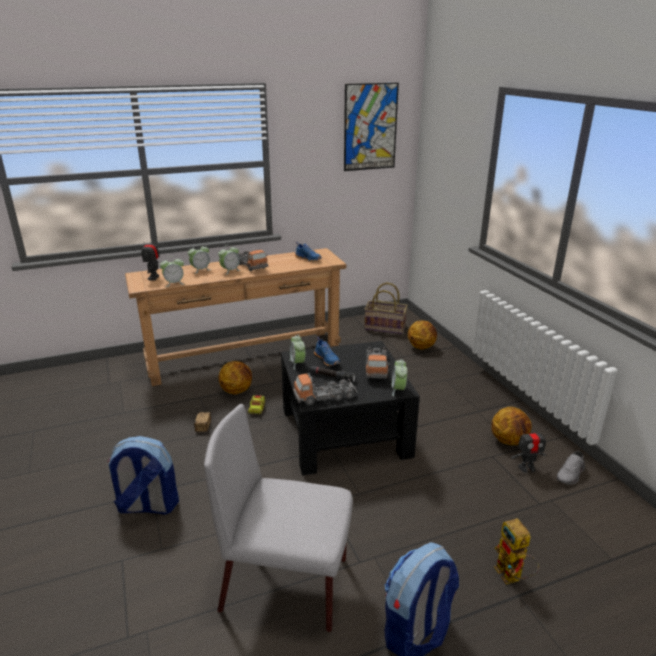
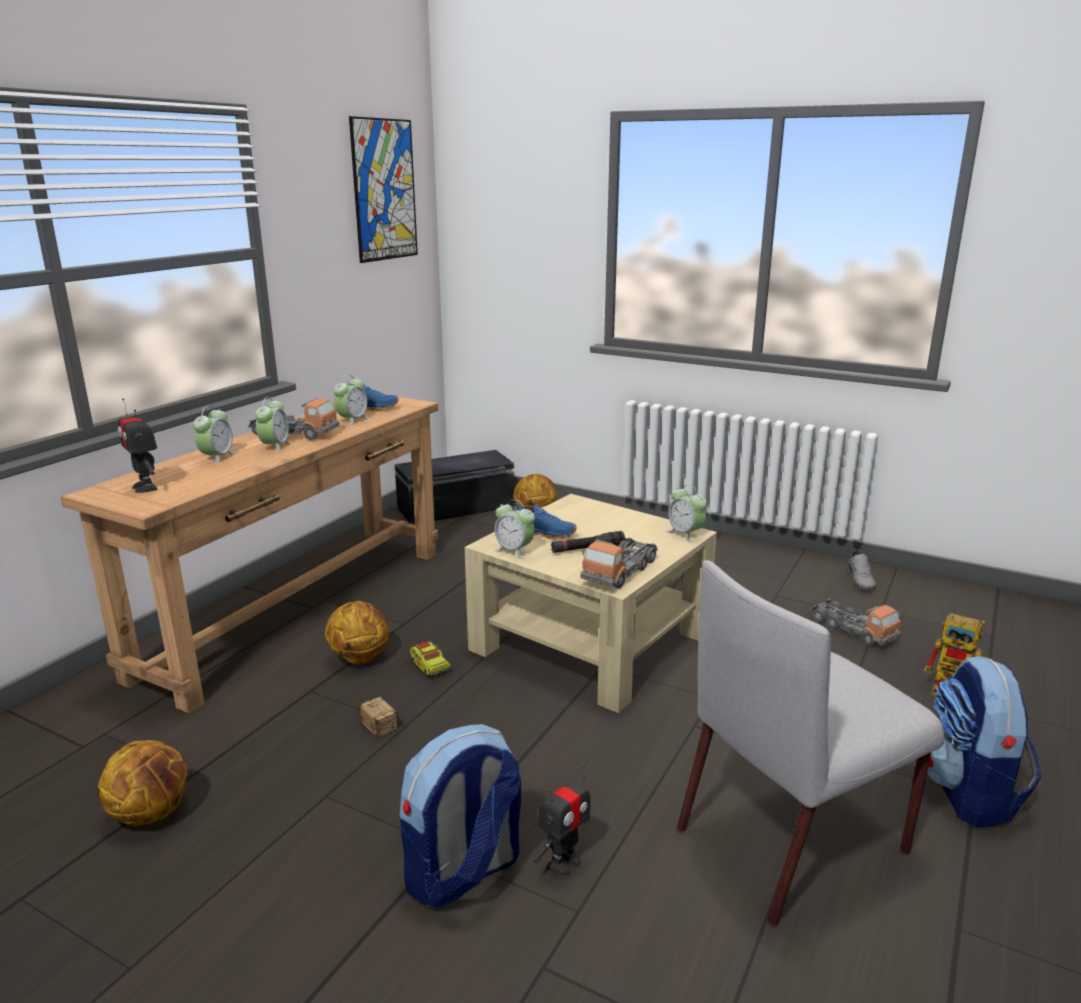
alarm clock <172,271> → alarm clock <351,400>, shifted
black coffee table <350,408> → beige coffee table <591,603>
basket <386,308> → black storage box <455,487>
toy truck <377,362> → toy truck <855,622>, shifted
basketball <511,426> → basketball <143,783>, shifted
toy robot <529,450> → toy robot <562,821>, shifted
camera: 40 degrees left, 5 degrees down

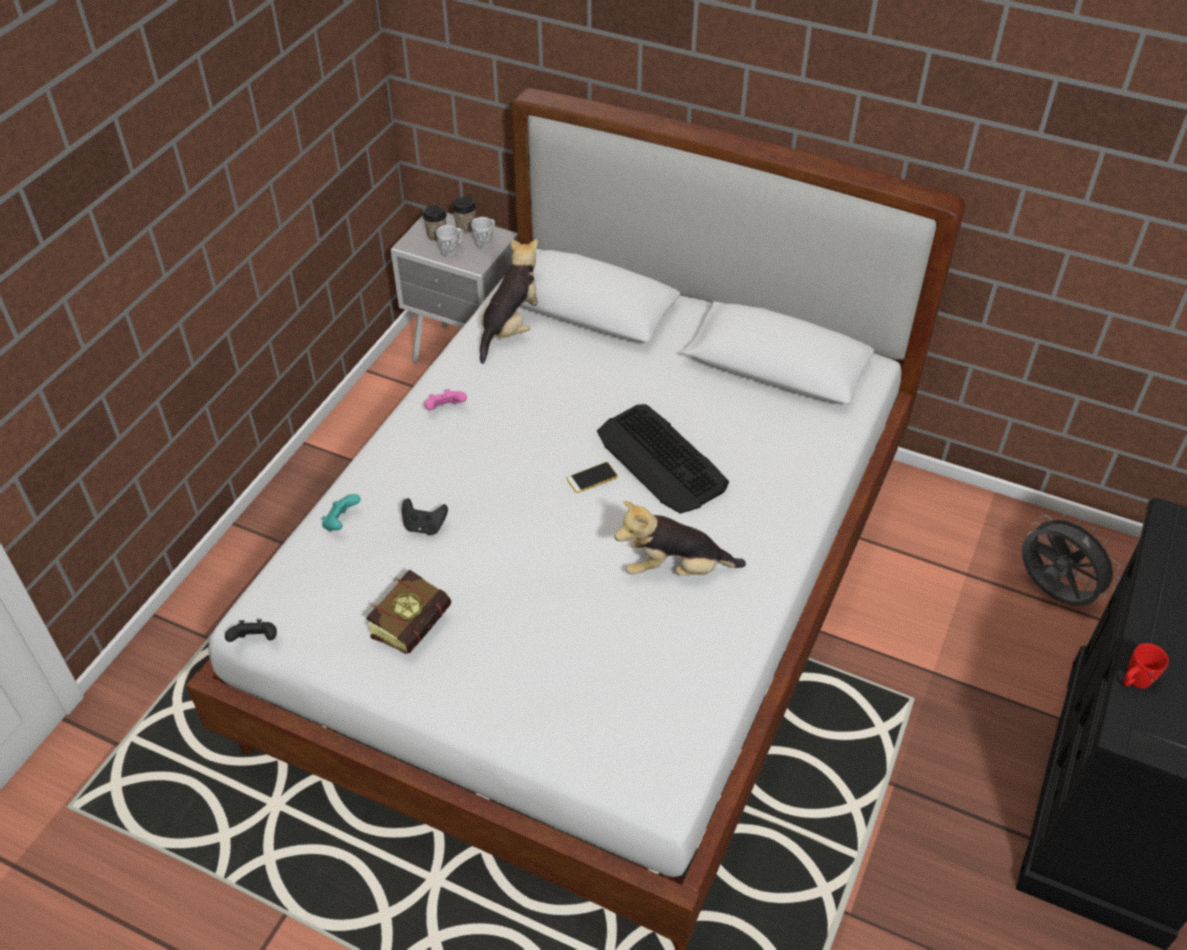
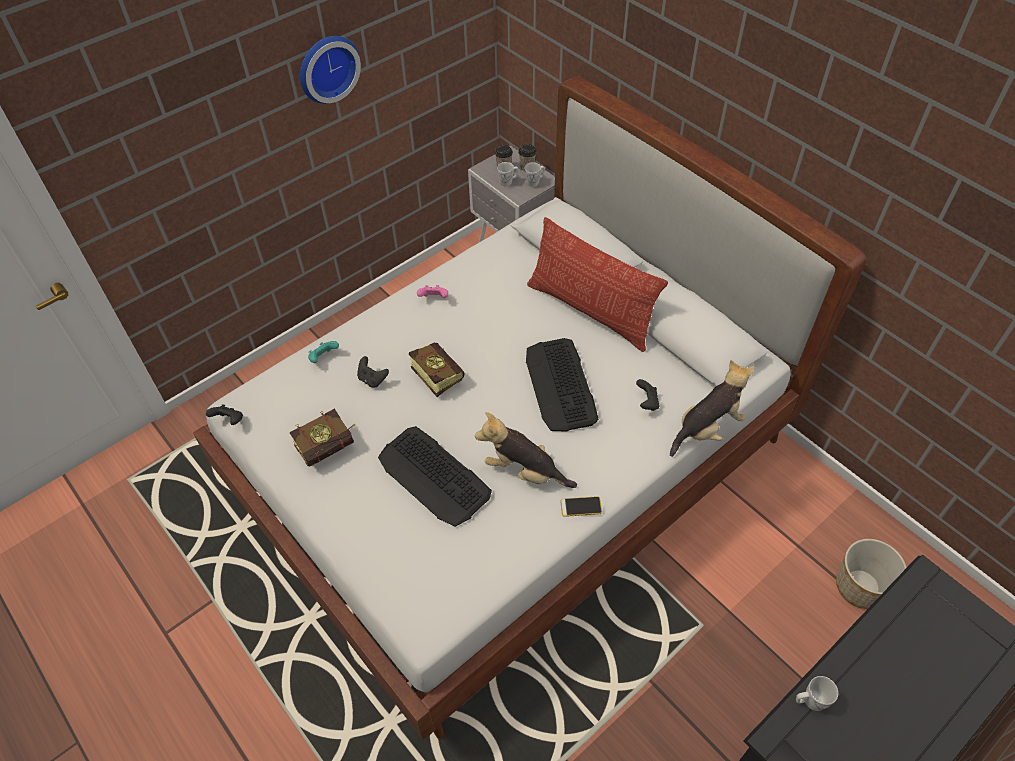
plush toy <509,301> → plush toy <712,408>, shifted
phone <592,477> → phone <581,506>, shifted
grey fan <1071,559> → planter <871,574>
red mug <1146,665> → white mug <817,693>
- → wall clock <330,70>
- → keyboard <435,476>
- → book <437,370>
- → pillow <597,284>
- → black game controller <647,395>
camera: 25 degrees right, 5 degrees up

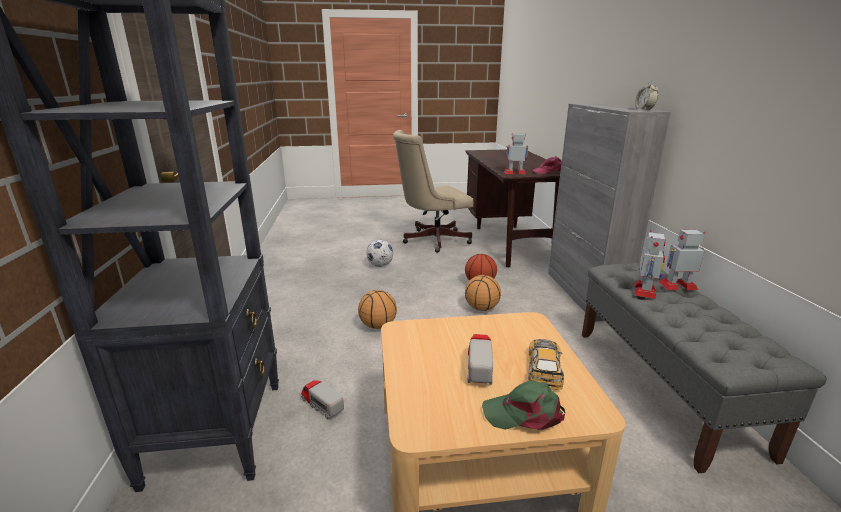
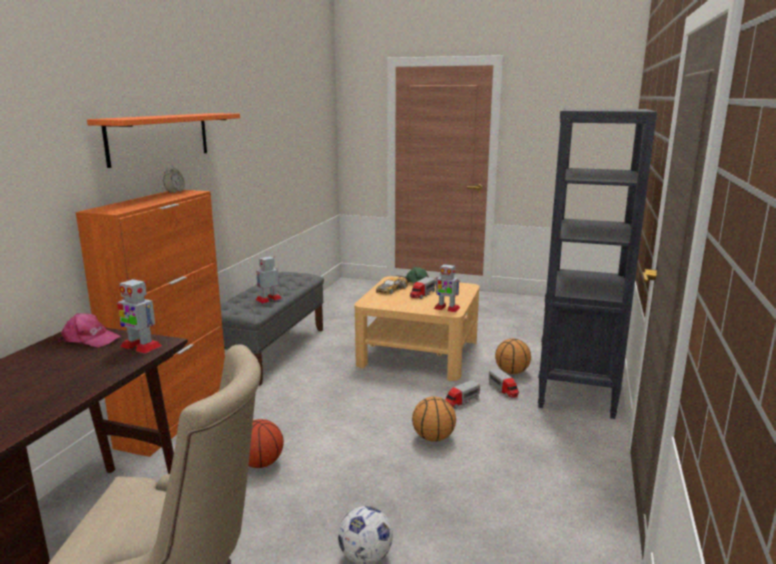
basketball <483,293> → basketball <513,356>, shifted
grey cabinet <609,212> → orange cabinet <150,323>
toy robot <682,260> → toy robot <447,287>, shifted
- → orange shelf <163,140>
- → toy truck <462,394>
camera: 155 degrees left, 5 degrees down

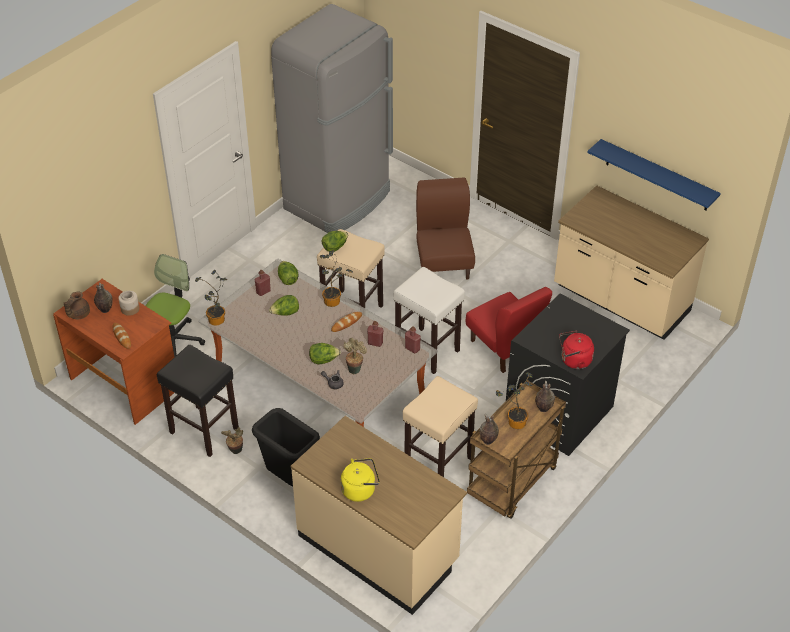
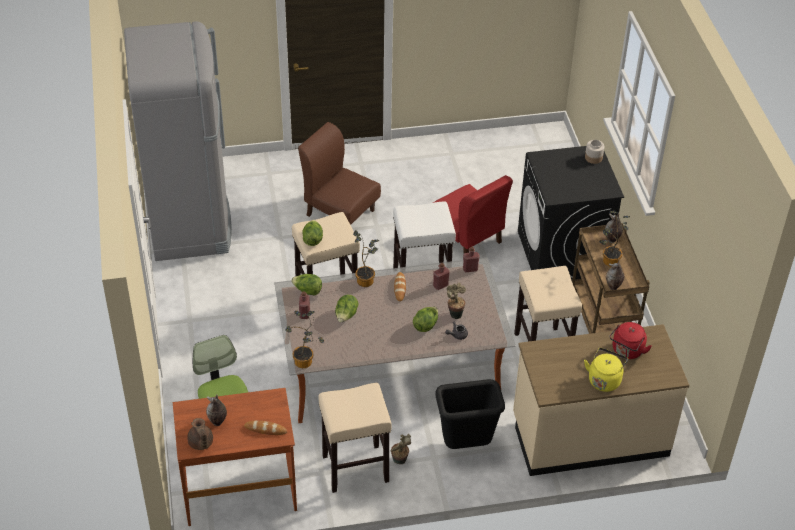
jar <129,303> → jar <595,152>, shifted
black stool <198,401> → beige stool <355,438>
red chair <509,330> → red chair <473,214>, 45 degrees clockwise
beige counter <631,262> → -
red kettle <576,350> → red kettle <631,340>, shifted
blue shelf <654,175> → -
camera: 50 degrees left, 0 degrees up

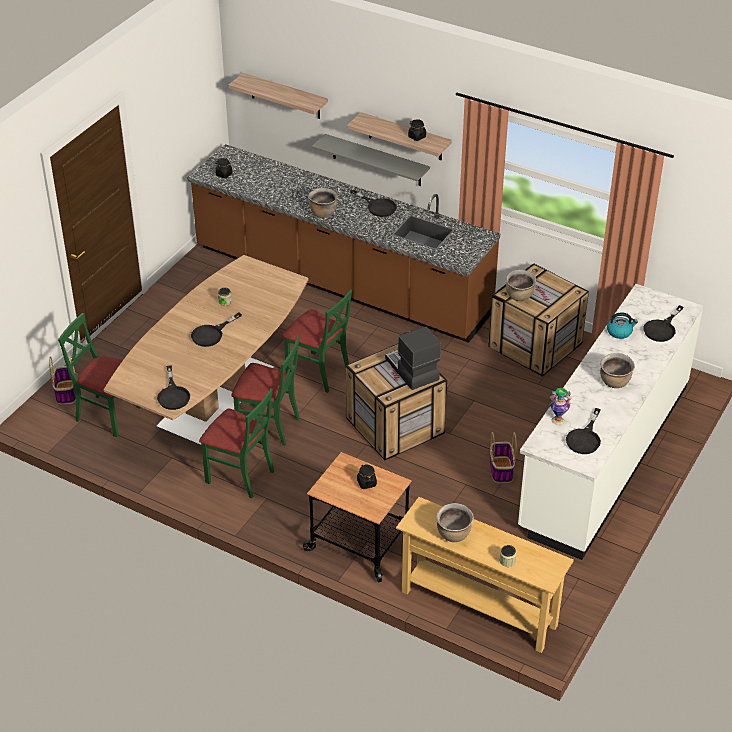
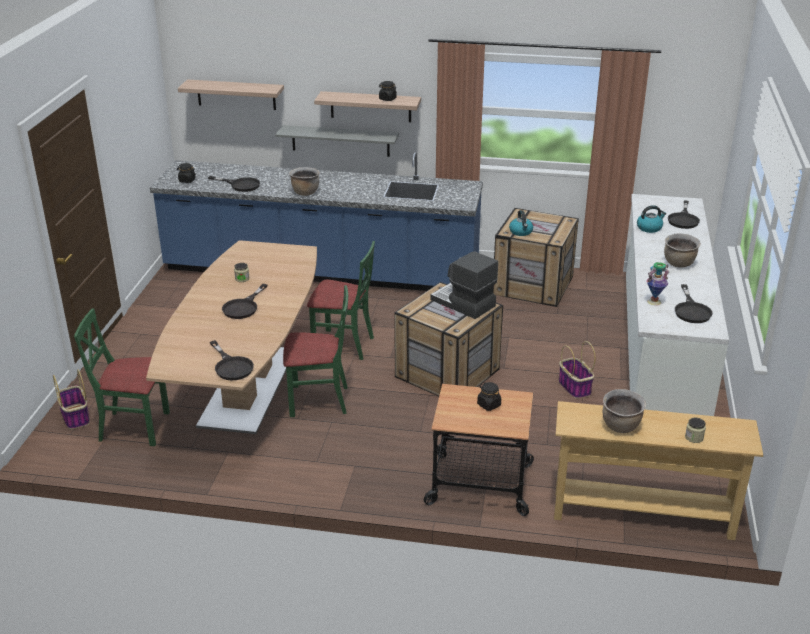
brown counter <343,243> → blue counter <316,221>
green chair <236,443> → -
black frying pan <373,203> → black frying pan <234,184>, shifted
brown cooking pot <521,285> → kettle <521,223>
camera: 20 degrees left, 10 degrees down

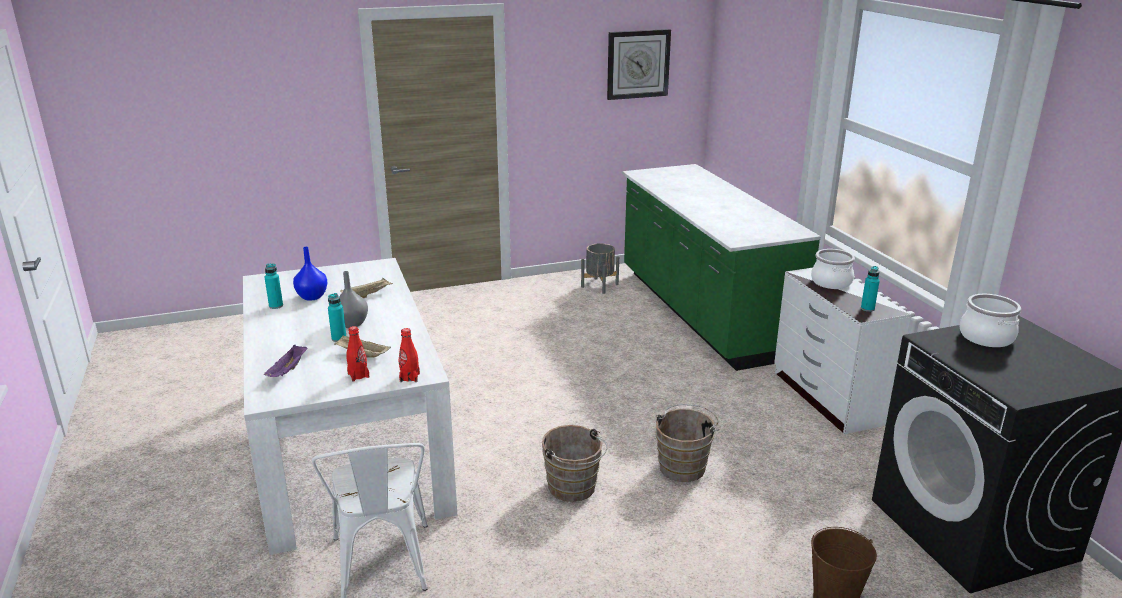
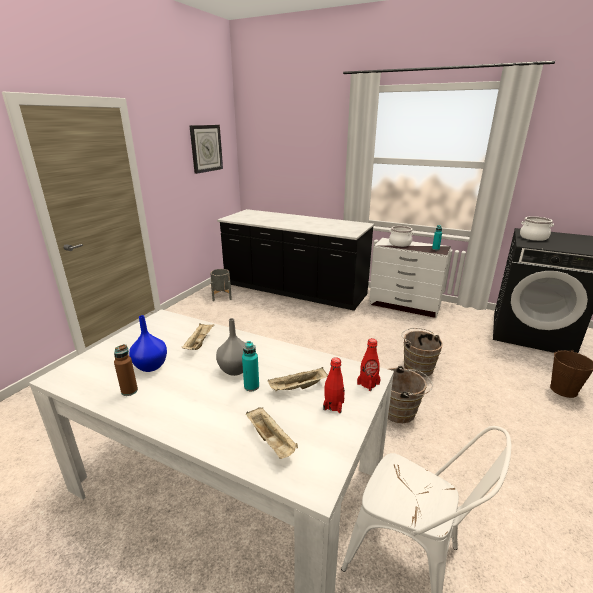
turquoise bottle <273,286> → brown bottle <126,370>
purple tray <285,361> → beige tray <272,433>
green counter <721,267> → black counter <295,260>
camera: 45 degrees left, 0 degrees up

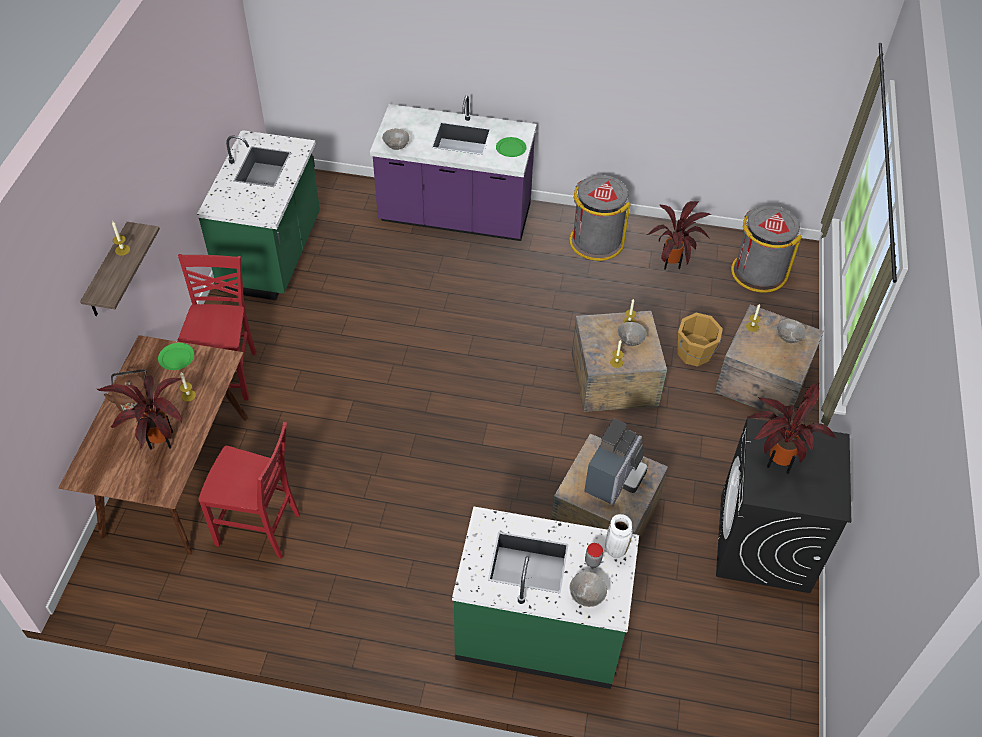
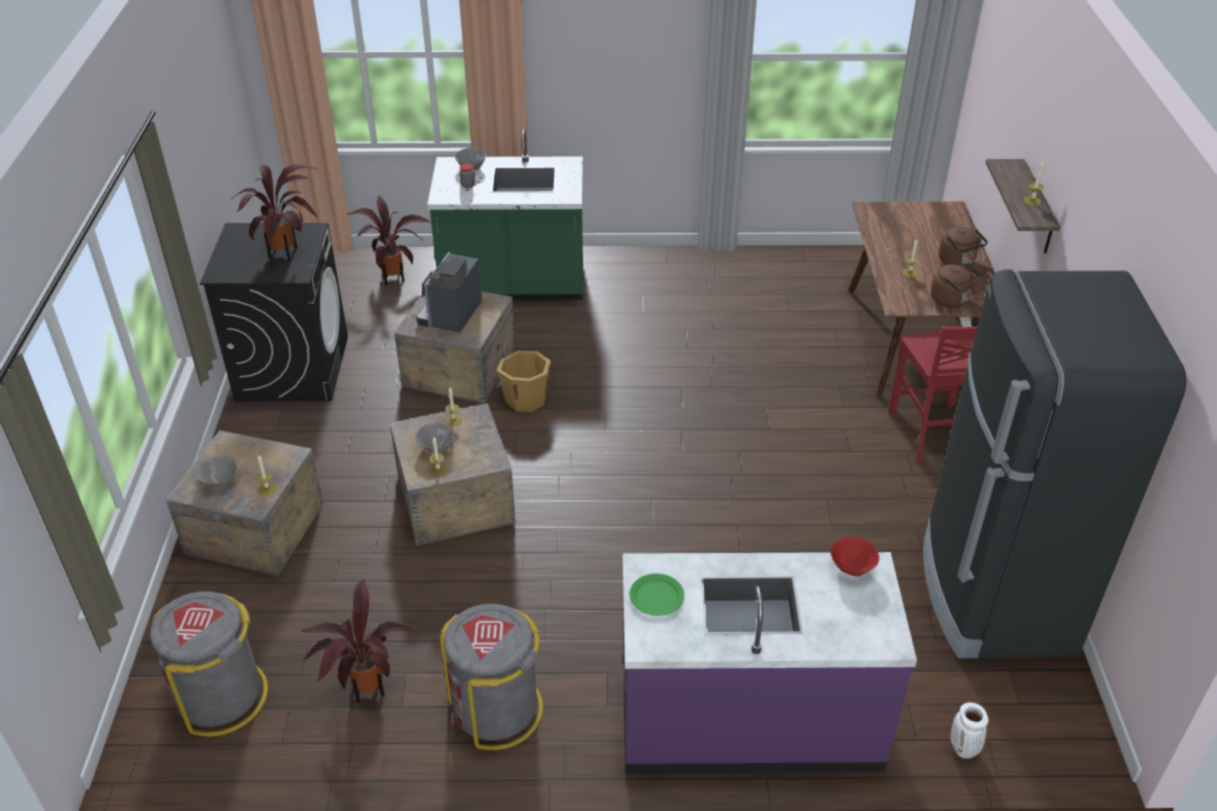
potted plant <139,412> → potted plant <389,240>, shifted
green plate <176,356> → brown kettle <956,286>
green counter <258,215> → black fridge <1055,463>
red chair <249,490> → -
grey bowl <396,139> → red bowl <854,556>
white vase <619,536> → white vase <969,730>, shifted
orange bucket <700,340> → orange bucket <523,381>, shifted
camera: 170 degrees right, 10 degrees down

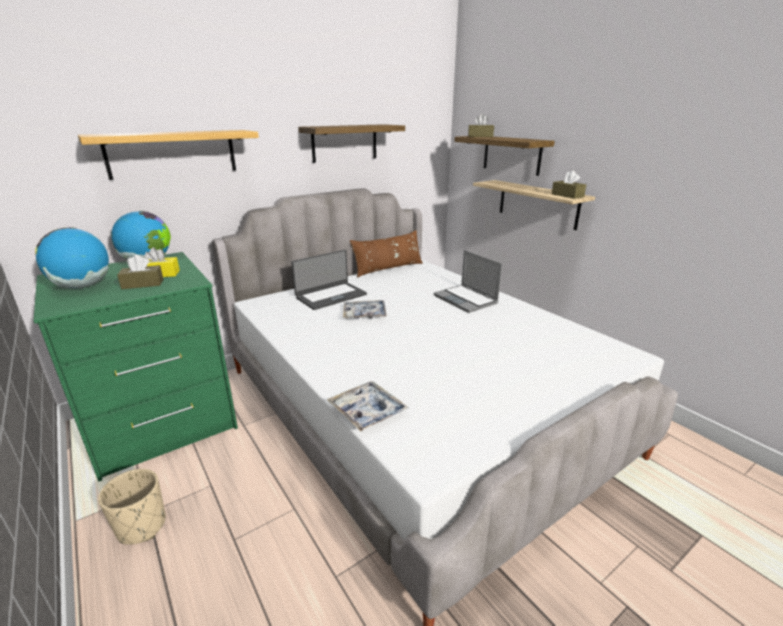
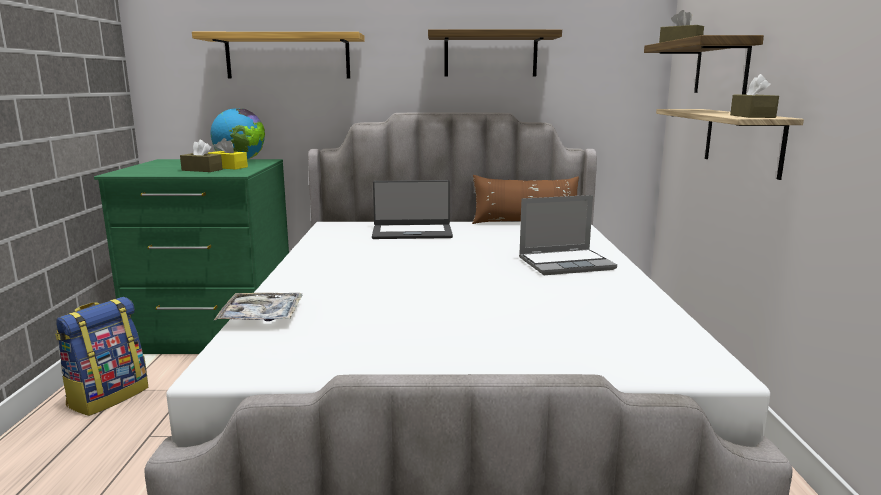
globe <72,258> → -
beige planter <132,507> → backpack <101,356>
tray <365,309> → -
laptop <468,281> → laptop <568,235>, 105 degrees counterclockwise
camera: 35 degrees right, 10 degrees down

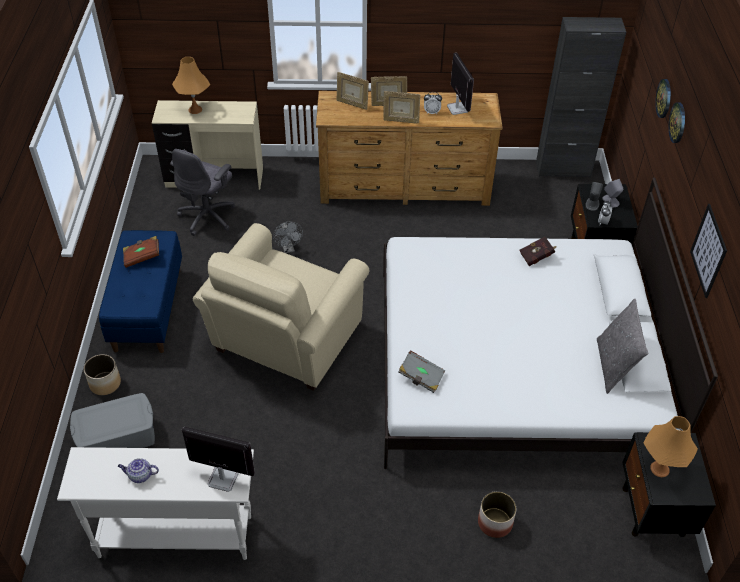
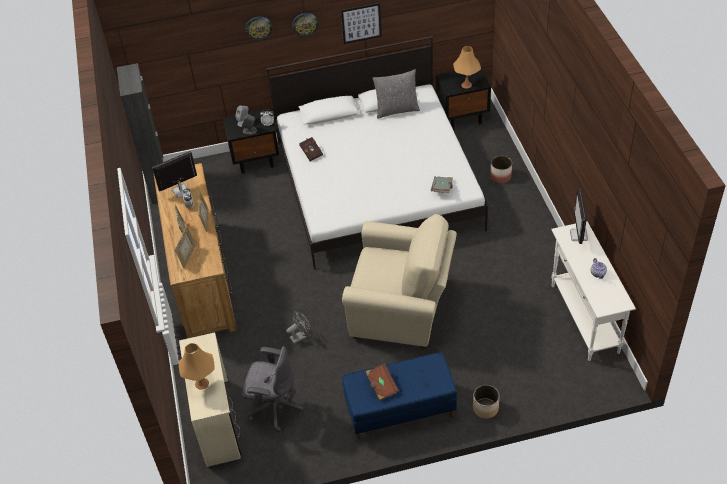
grey storage box <112,420> → -
wall clock <663,98> → wall clock <305,25>, shifted
camera: 100 degrees left, 0 degrees up

